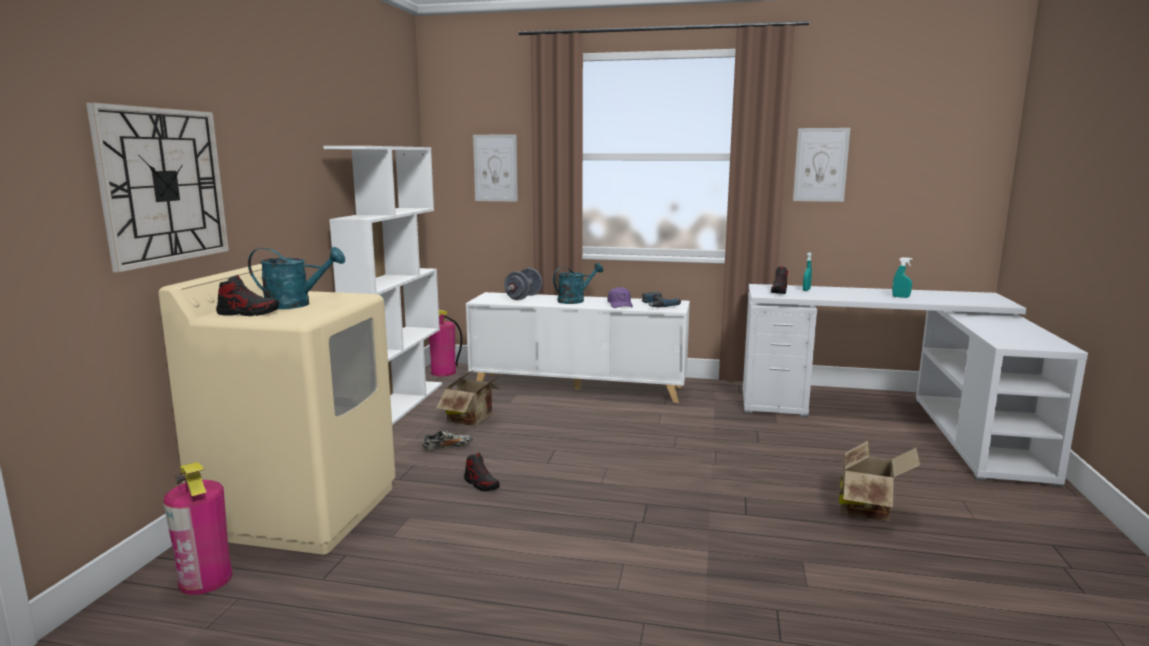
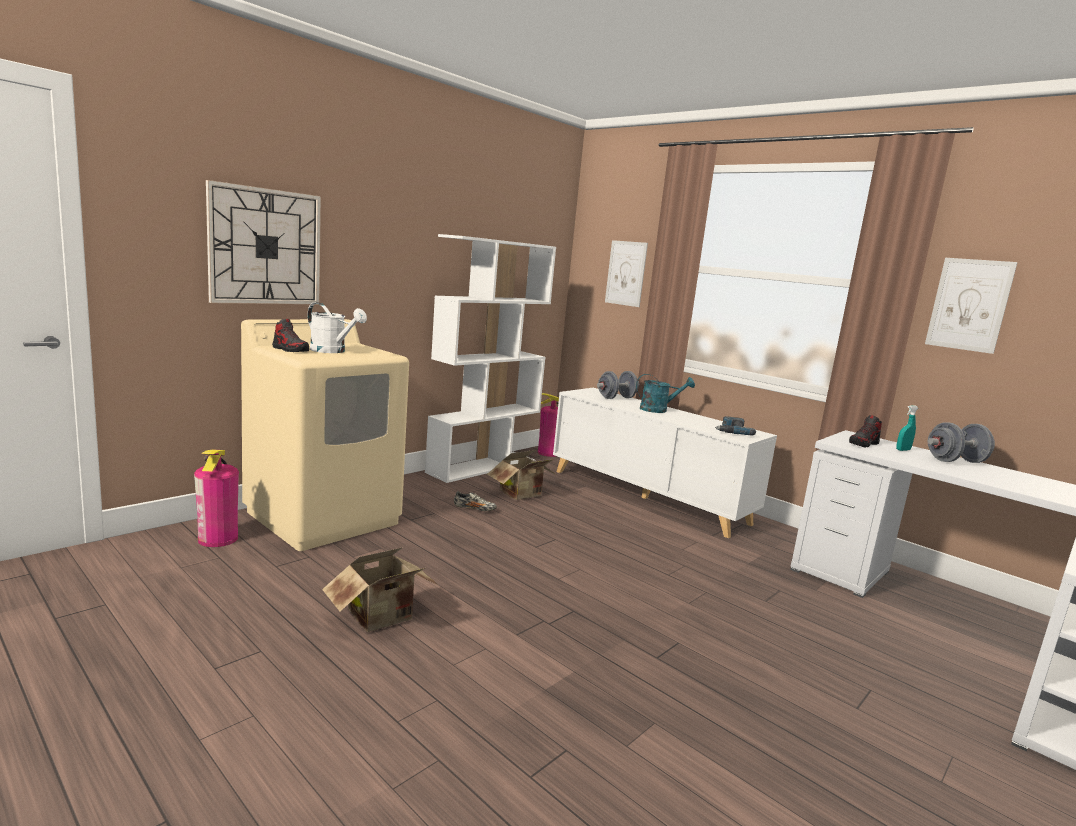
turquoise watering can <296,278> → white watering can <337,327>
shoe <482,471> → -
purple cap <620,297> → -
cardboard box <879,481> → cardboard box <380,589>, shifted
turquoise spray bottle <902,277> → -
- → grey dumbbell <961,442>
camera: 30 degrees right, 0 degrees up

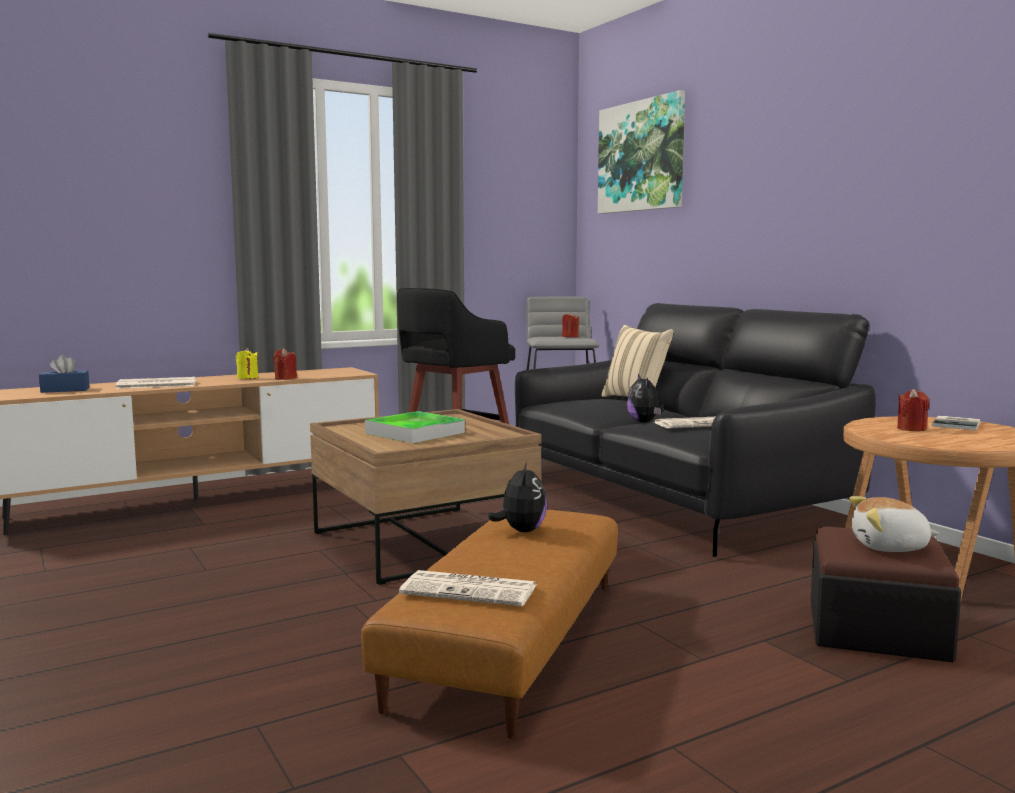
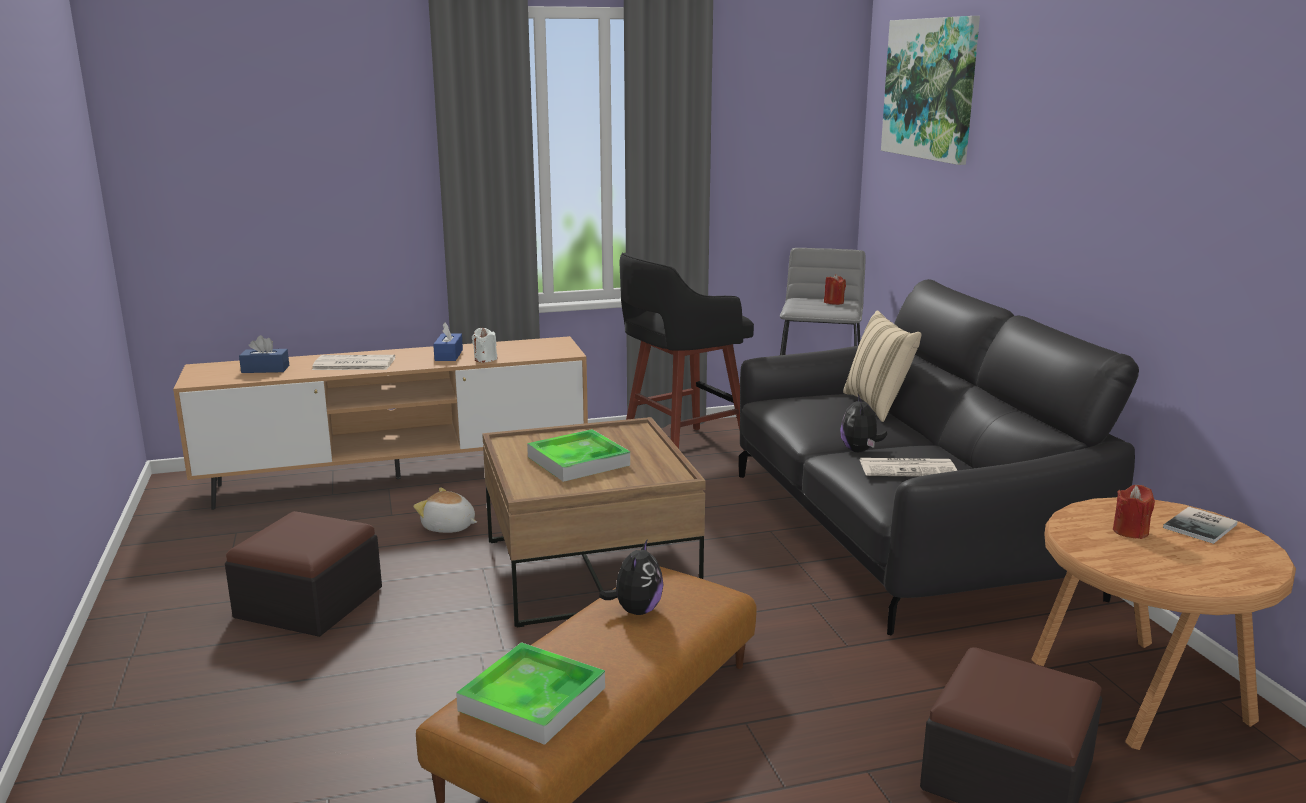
yellow candle <247,363> → blue tissue box <448,342>
red candle <285,364> → white candle <484,345>
newspaper <467,588> → tray <530,693>
plush toy <894,524> → plush toy <445,510>, shifted
- → ottoman <303,574>
camera: 15 degrees right, 10 degrees up

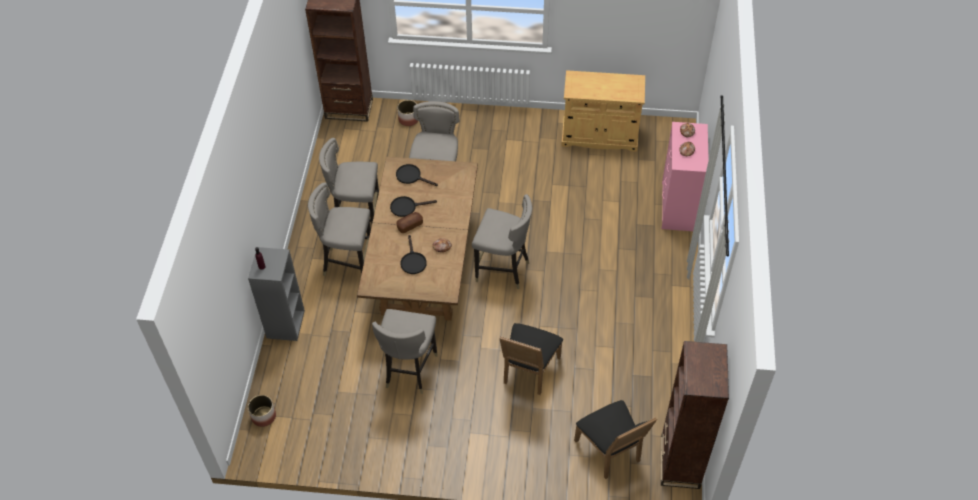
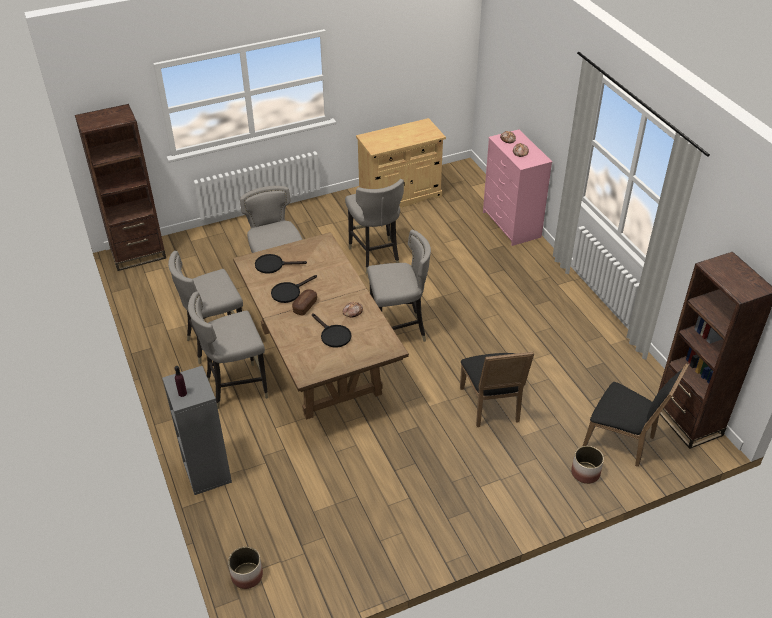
grey stool <405,351> → grey stool <374,226>, shifted
planter <407,113> → planter <587,465>, shifted
camera: 30 degrees left, 10 degrees down

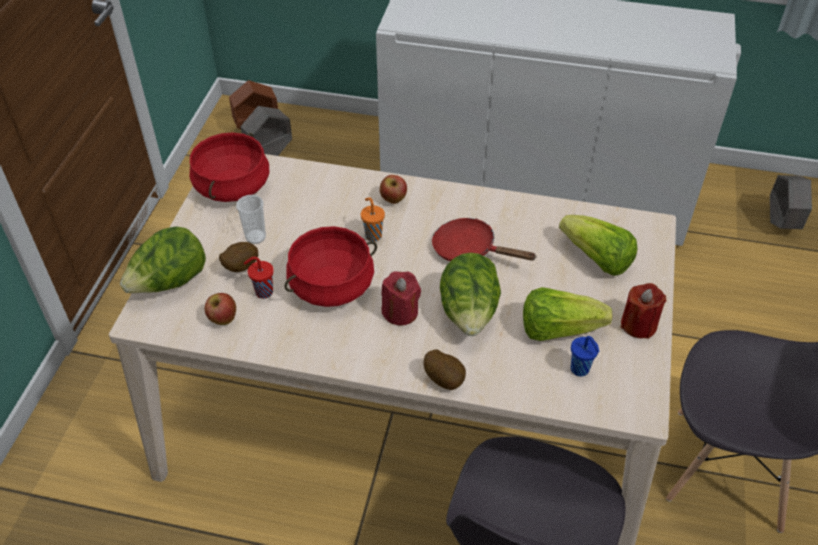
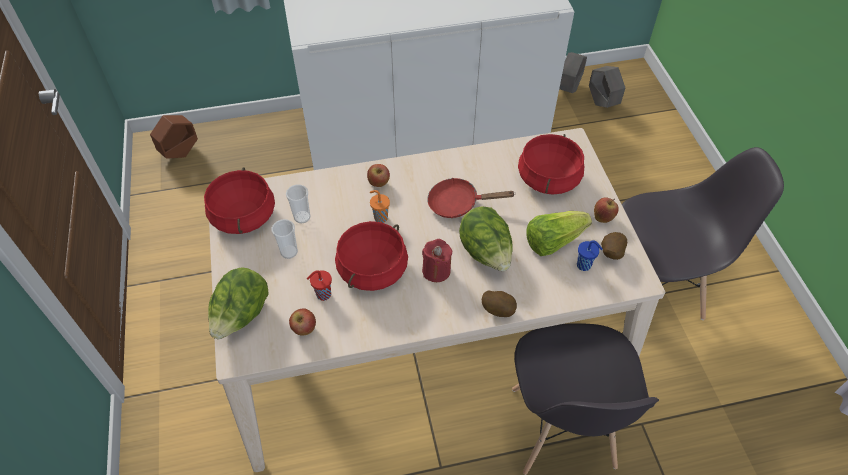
potato <238,257> → potato <614,246>, shifted
grey planter <266,131> → grey planter <573,72>, shifted
lettuce <598,245> → red cooking pot <551,164>
red candle <643,311> → apple <606,210>
- → cup <298,203>
camera: 25 degrees left, 5 degrees up

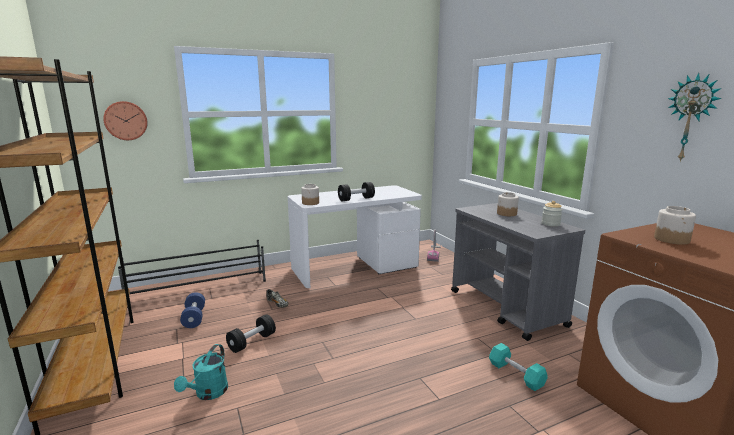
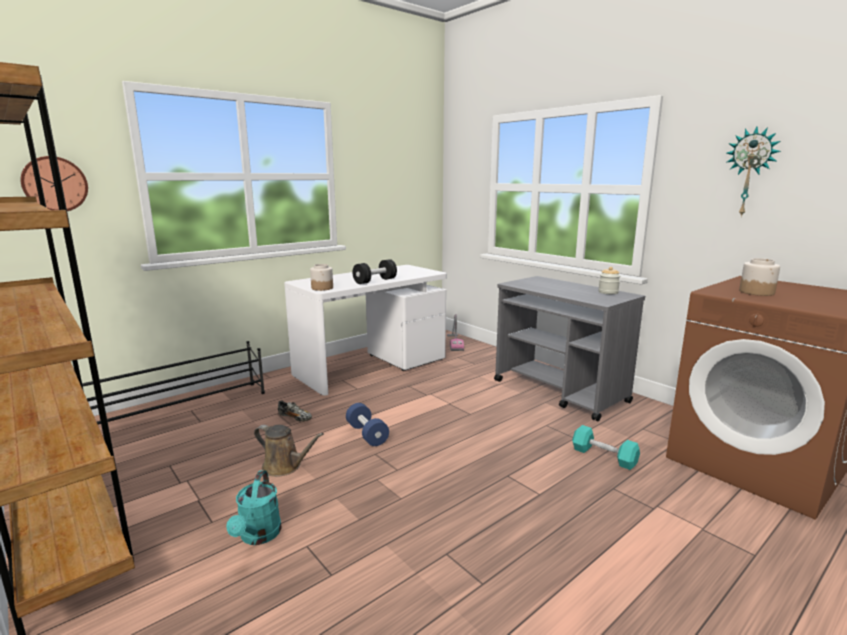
blue dumbbell <192,310> → blue dumbbell <367,424>, shifted
black dumbbell <251,333> → brown watering can <289,451>
jar <508,204> → -
camera: 15 degrees left, 0 degrees up

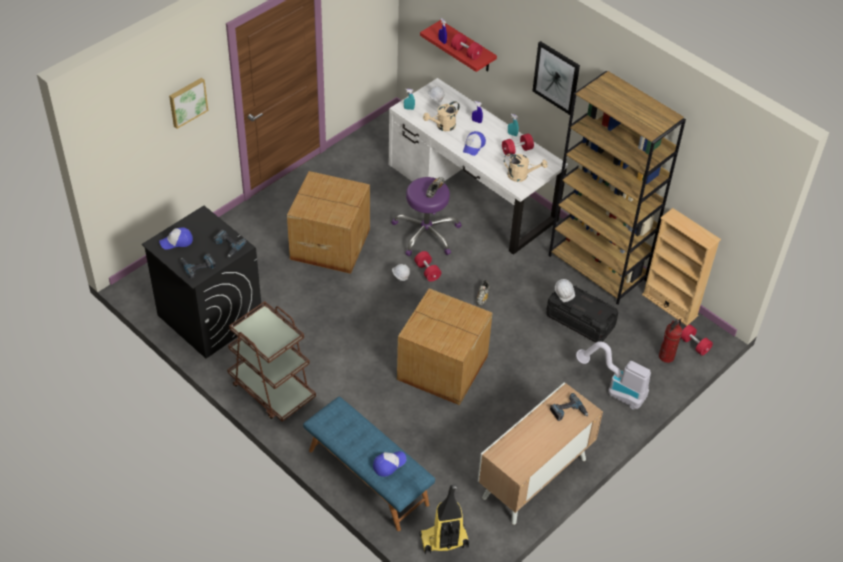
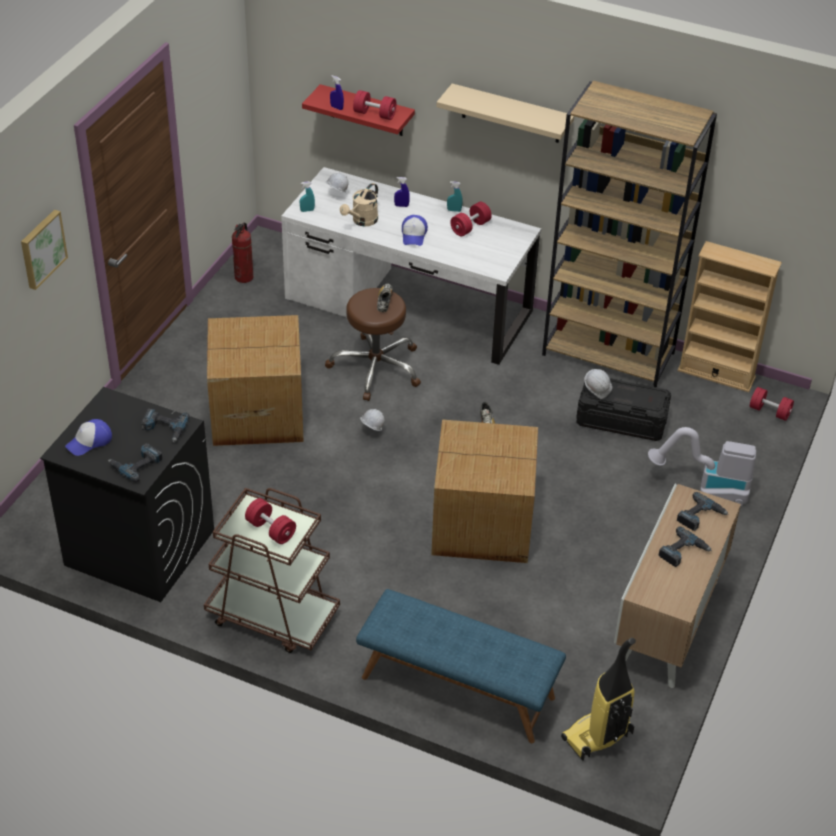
cap <389,464> → -
purple stool <426,216> → brown stool <373,344>
red dumbbell <427,266> → red dumbbell <270,521>, shifted
beige watering can <526,167> → -
picture <556,78> → beige shelf <505,113>
fire extinguisher <670,341> → fire extinguisher <242,252>, shifted
- → power drill <685,547>
camera: 20 degrees left, 5 degrees down

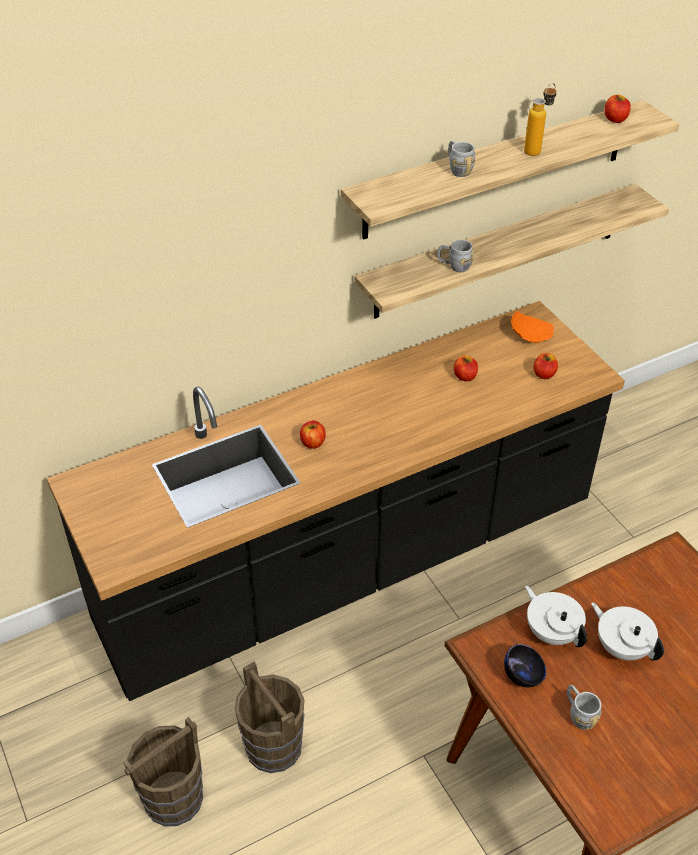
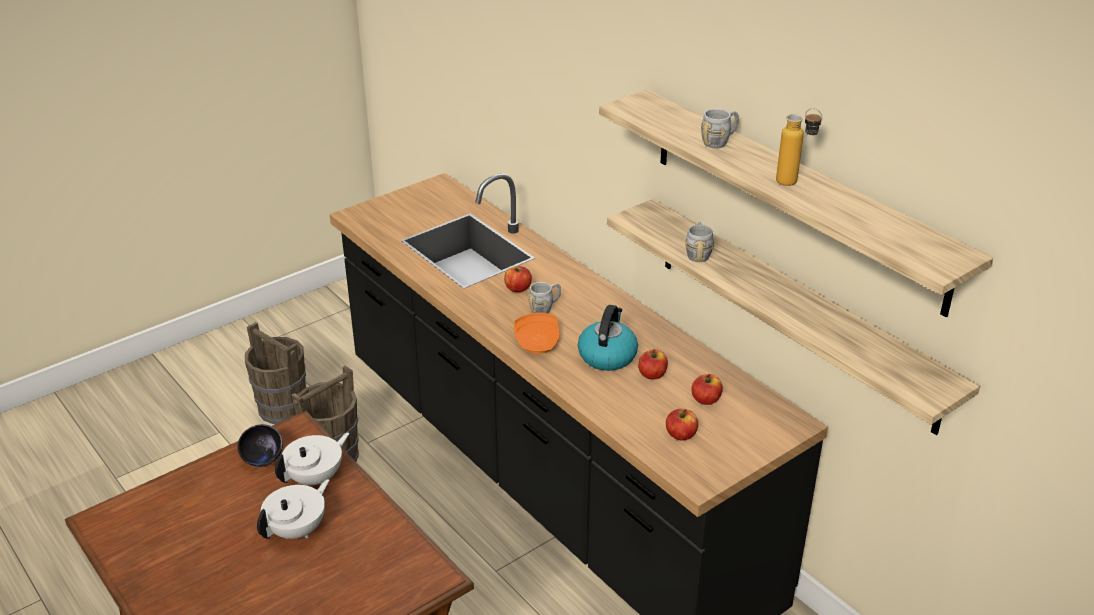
orange plate <532,327> → orange plate <537,333>, shifted
grey mug <584,707> → grey mug <544,298>, shifted
apple <617,109> → apple <707,389>, shifted
- → kettle <608,338>
camera: 80 degrees right, 10 degrees down

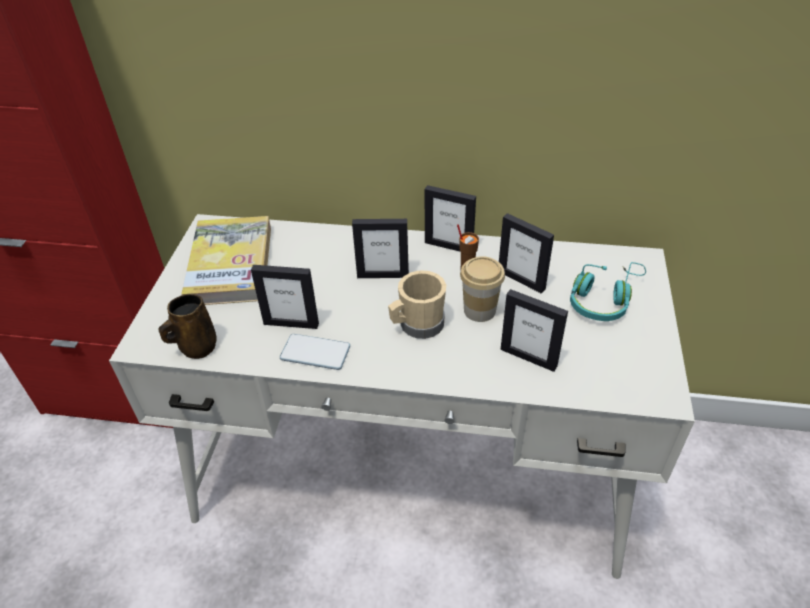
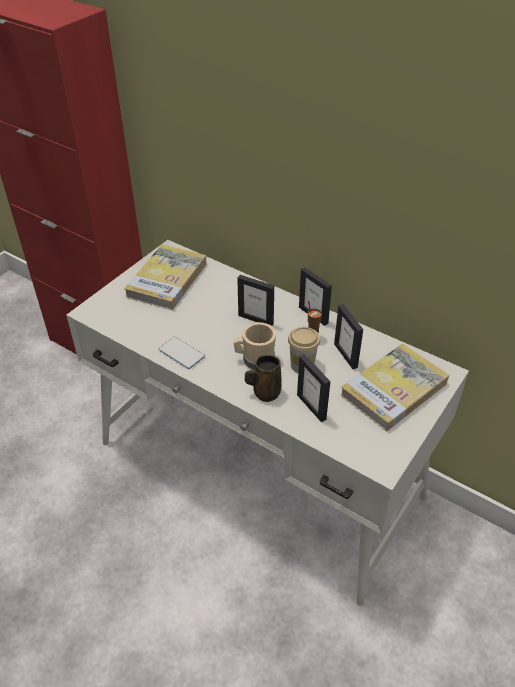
brown mug <187,326> → brown mug <263,378>, shifted
picture frame <285,297> → -
turquoise headphones <608,291> → book <394,387>
camera: 25 degrees right, 0 degrees up

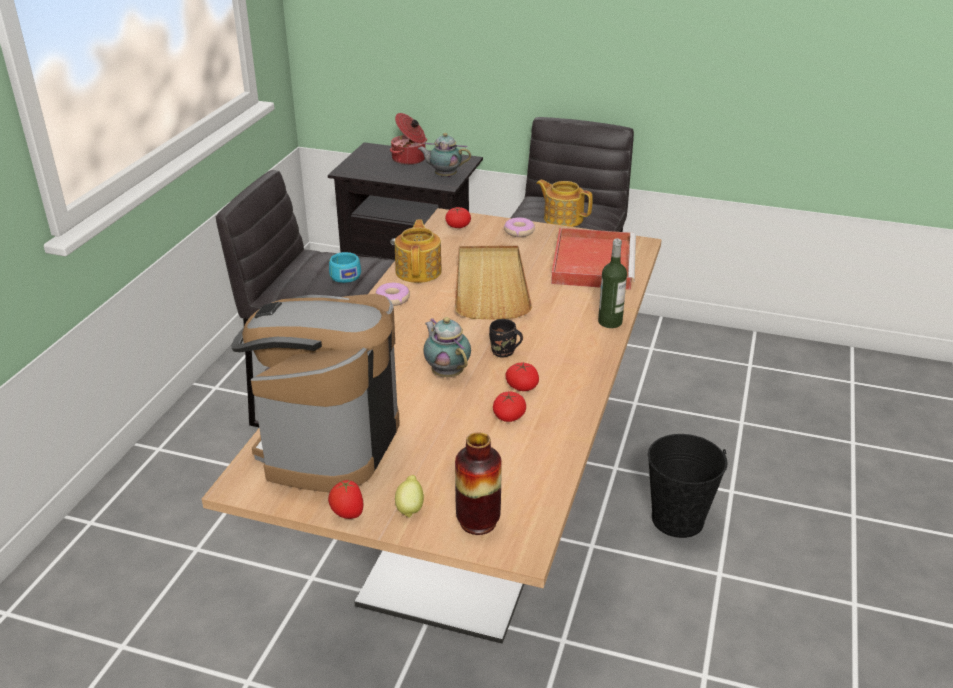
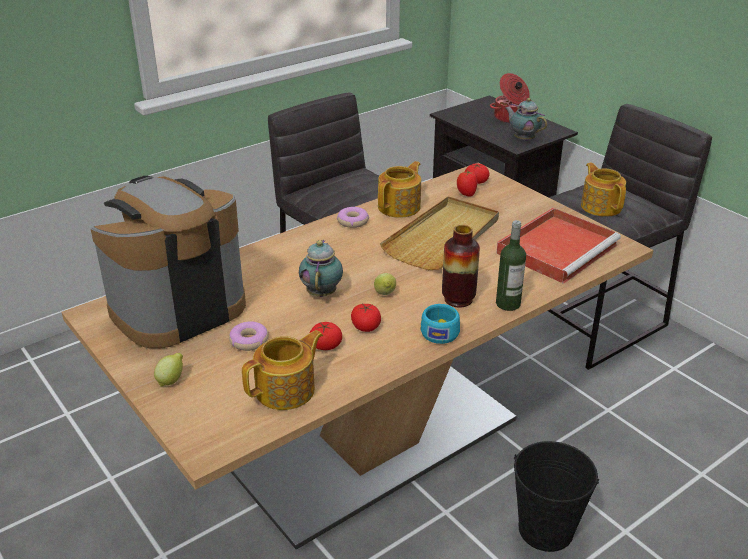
tomato <345,499> → tomato <467,184>, shifted
turquoise cup <345,267> → turquoise cup <440,324>, shifted
vase <478,483> → vase <461,266>, shifted
black mug <506,338> → lemon <385,284>
donut <519,227> → donut <249,336>, shifted
- → teapot <282,370>
camera: 35 degrees right, 0 degrees up

